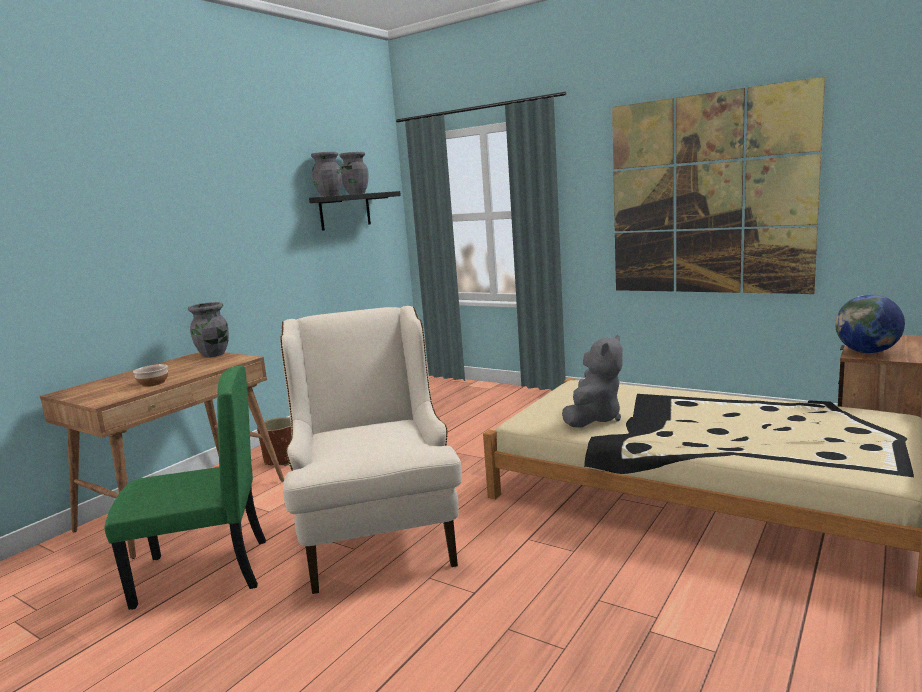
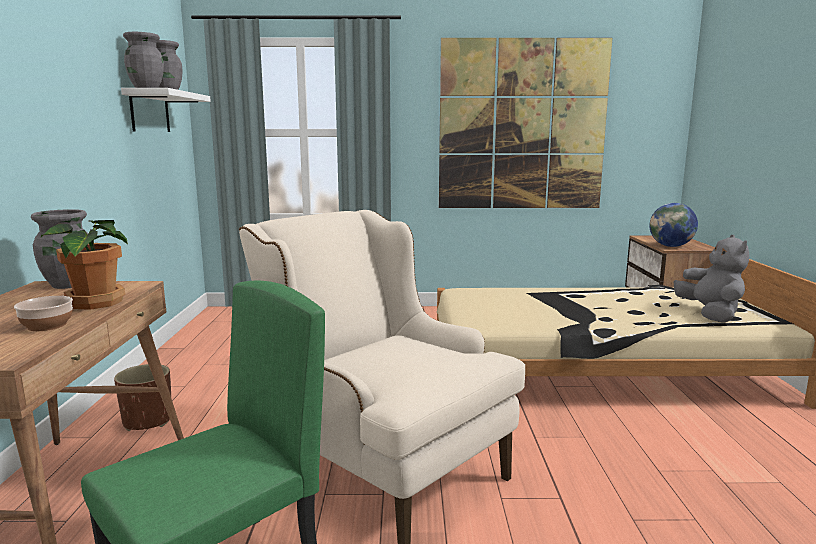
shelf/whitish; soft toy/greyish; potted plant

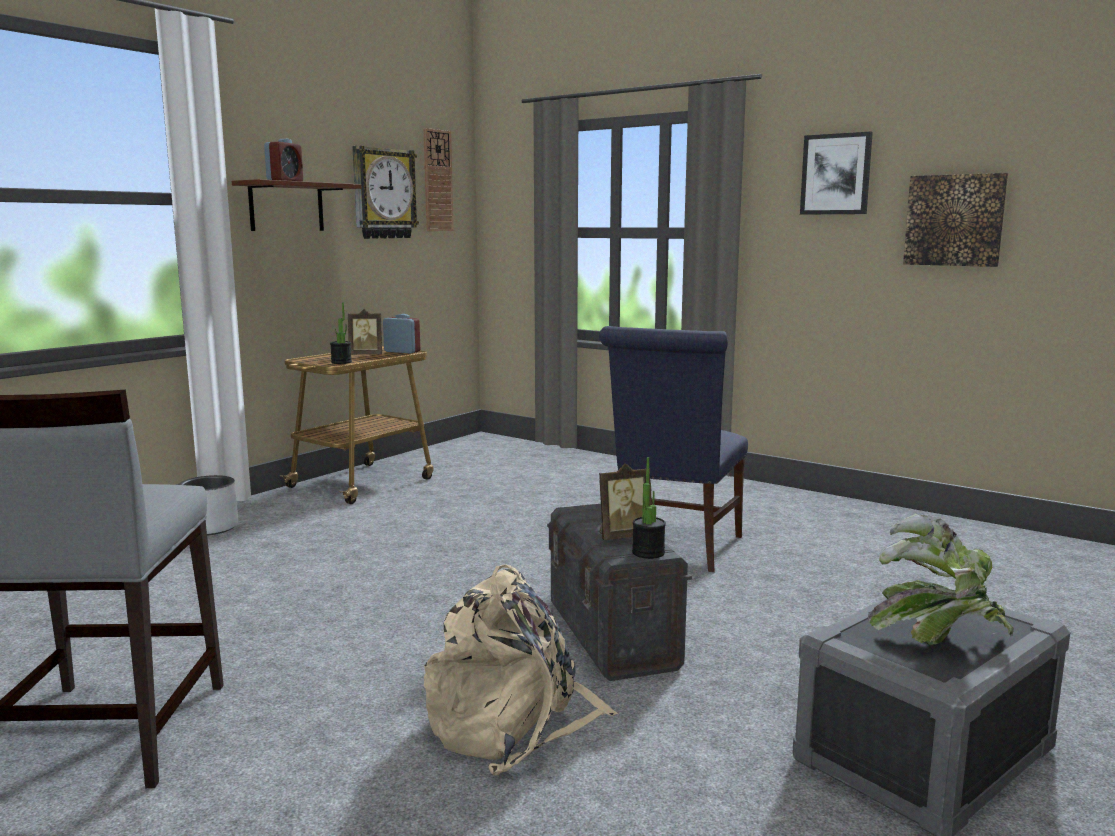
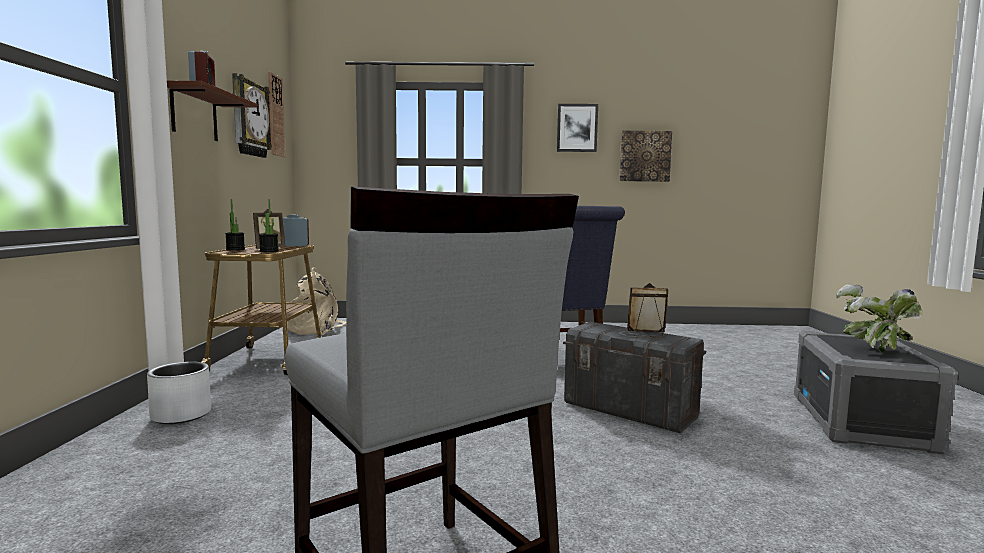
knapsack/beige; picture frame (no. 2 from left); potted plant (no. 1 from left)

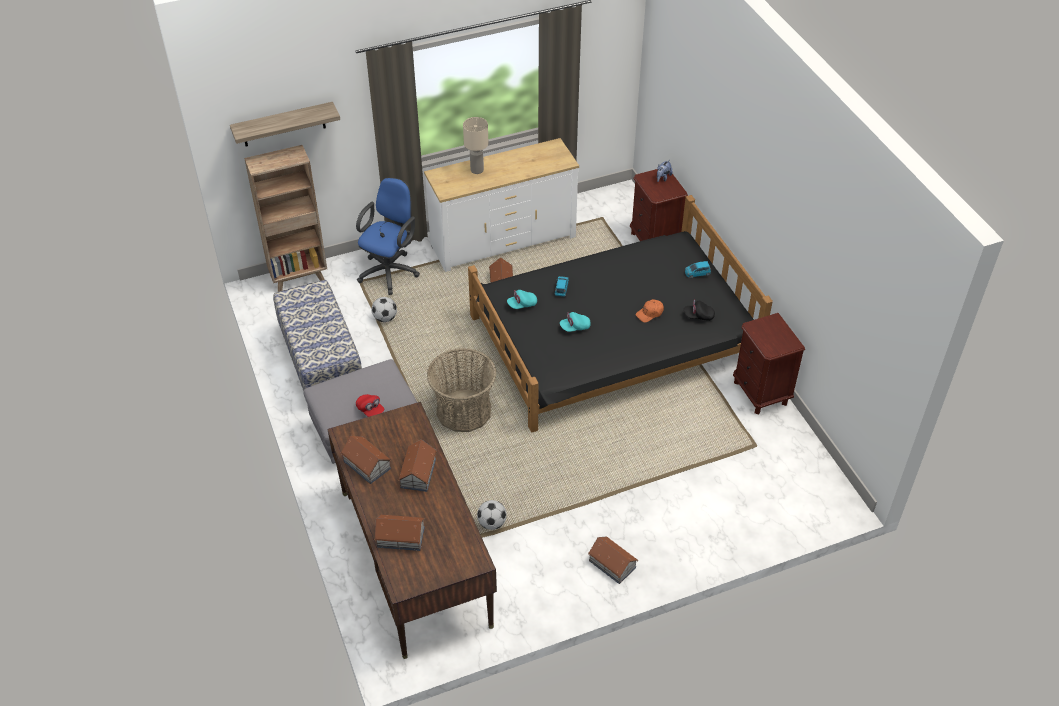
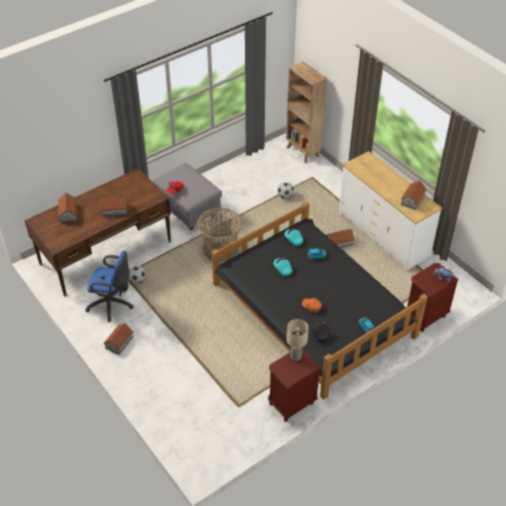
shelf; long seat; toy house (no. 5 from left); office chair/blue; tabletop lamp/beige

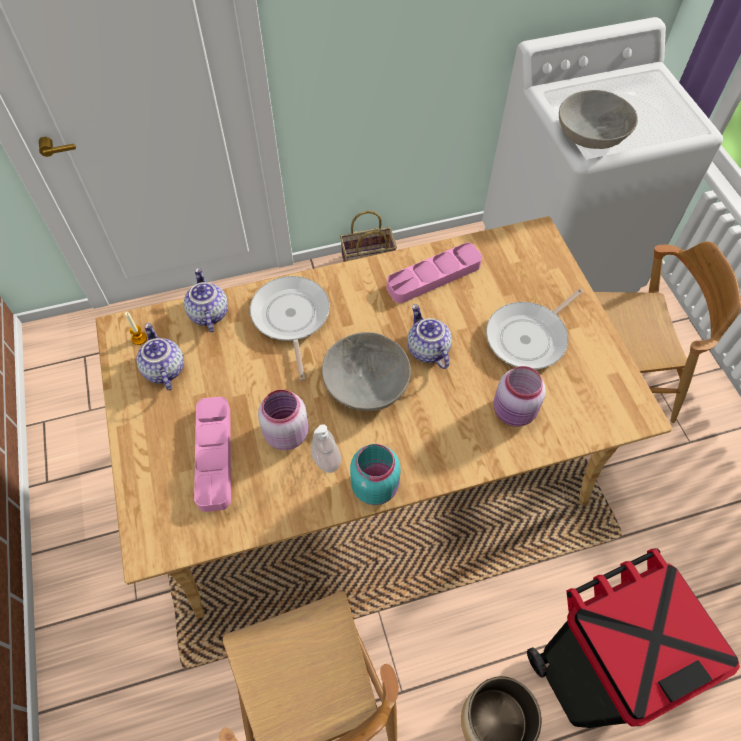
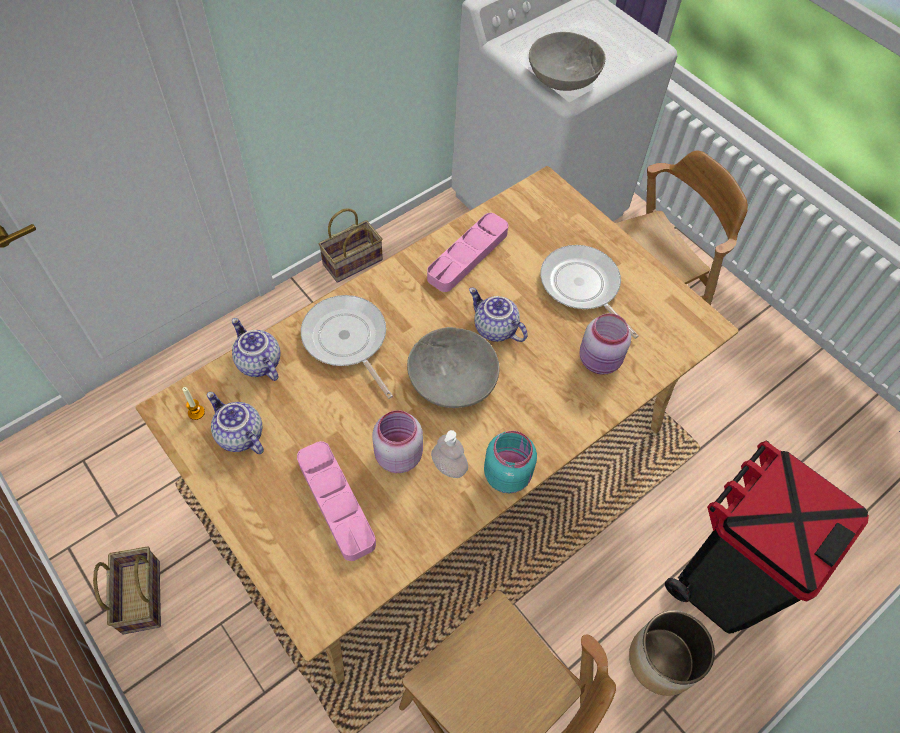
frying pan (no. 2 from left); basket (no. 1 from left)

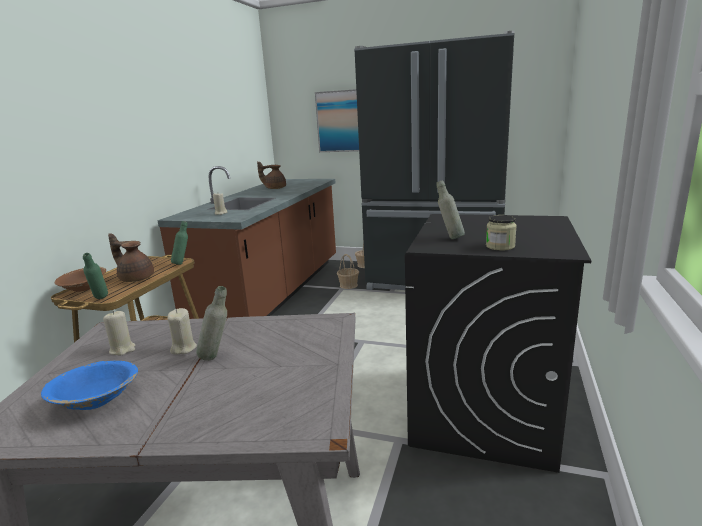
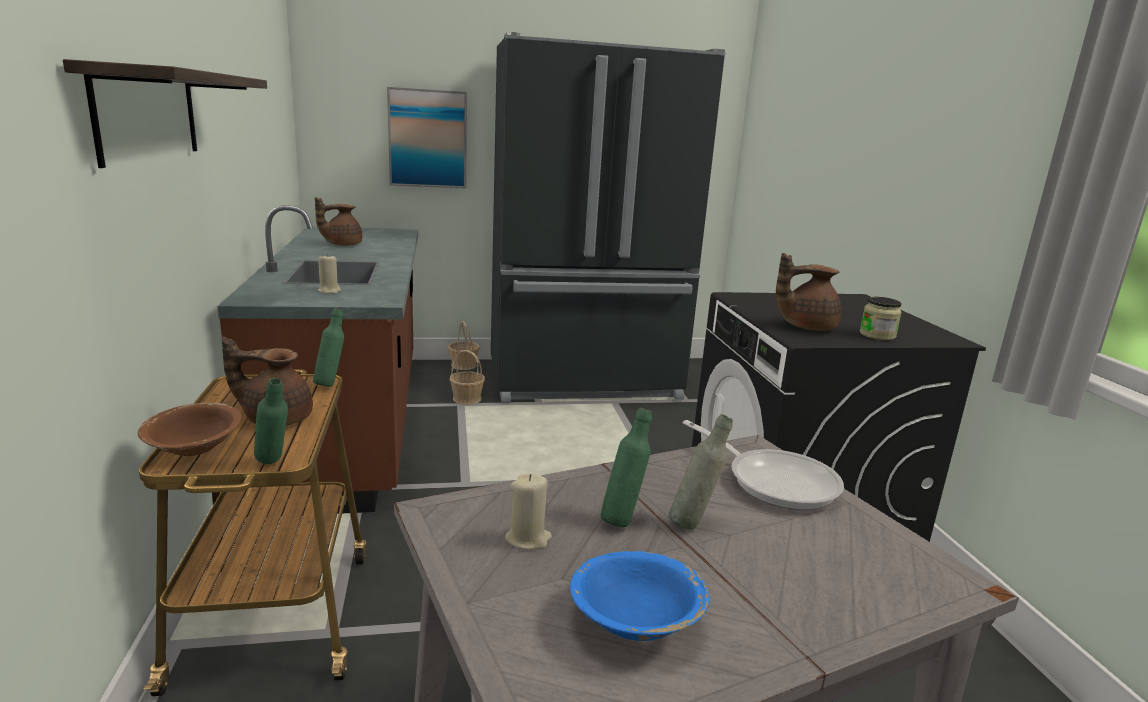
bottle/green (no. 3 from left); teapot/brownish (no. 3 from left); shelf; frying pan

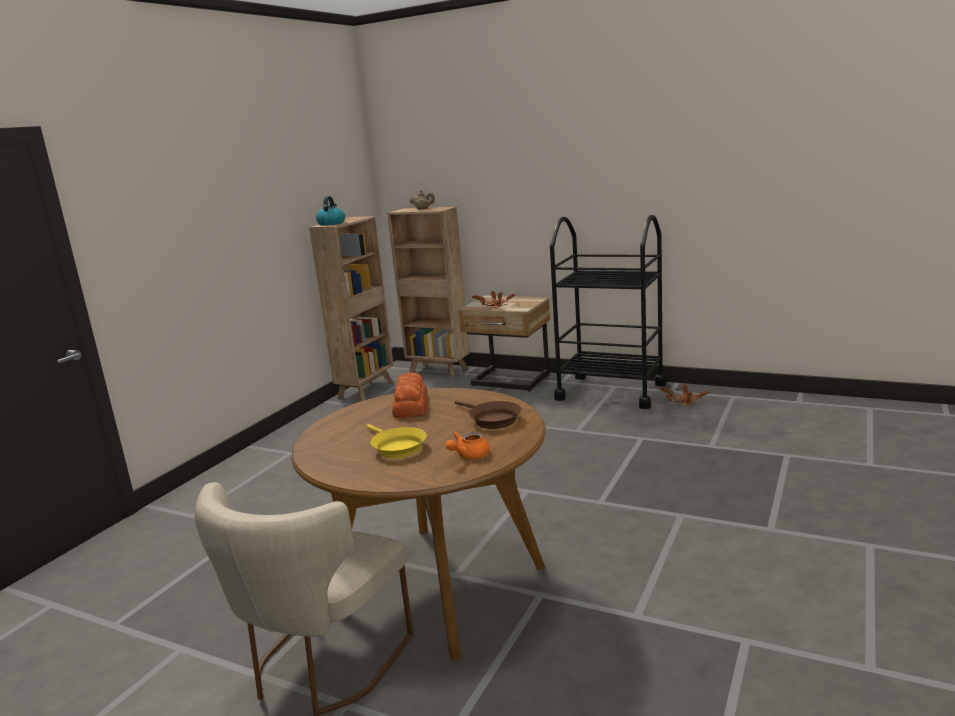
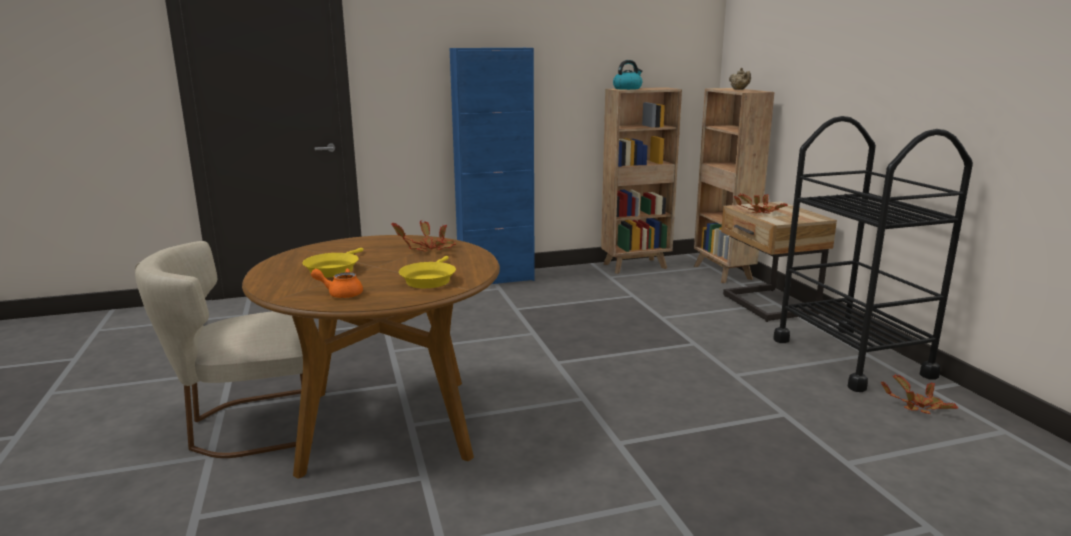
potted plant (no. 1 from left); frying pan/yellowish (no. 2 from left); cupboard/blue

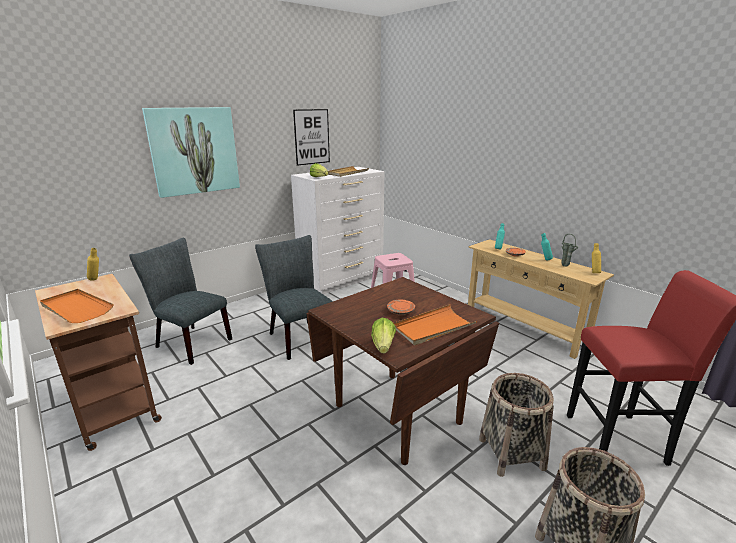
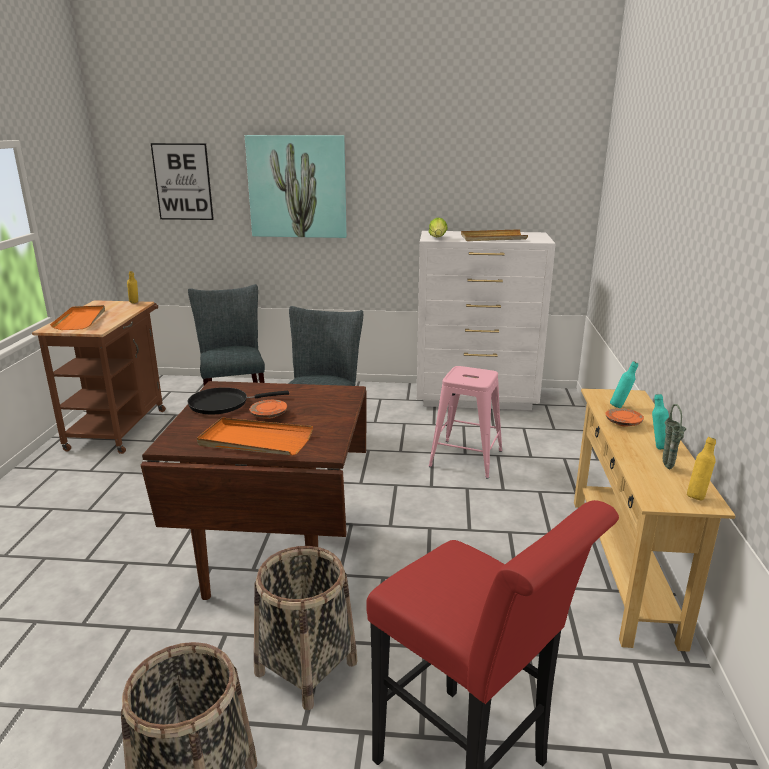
picture (no. 1 from left); lettuce head (no. 2 from left in the first image); frying pan/black

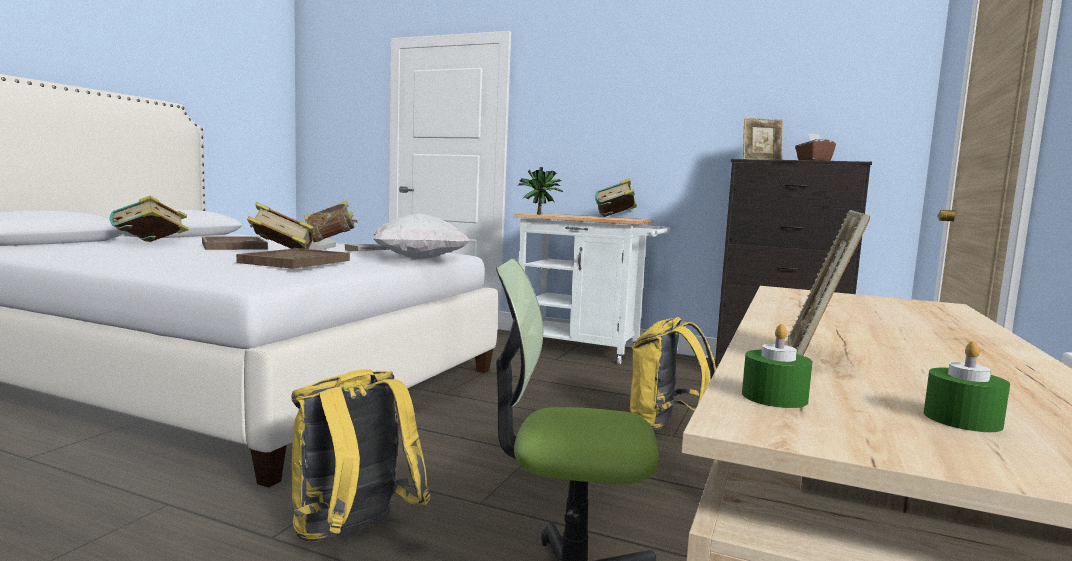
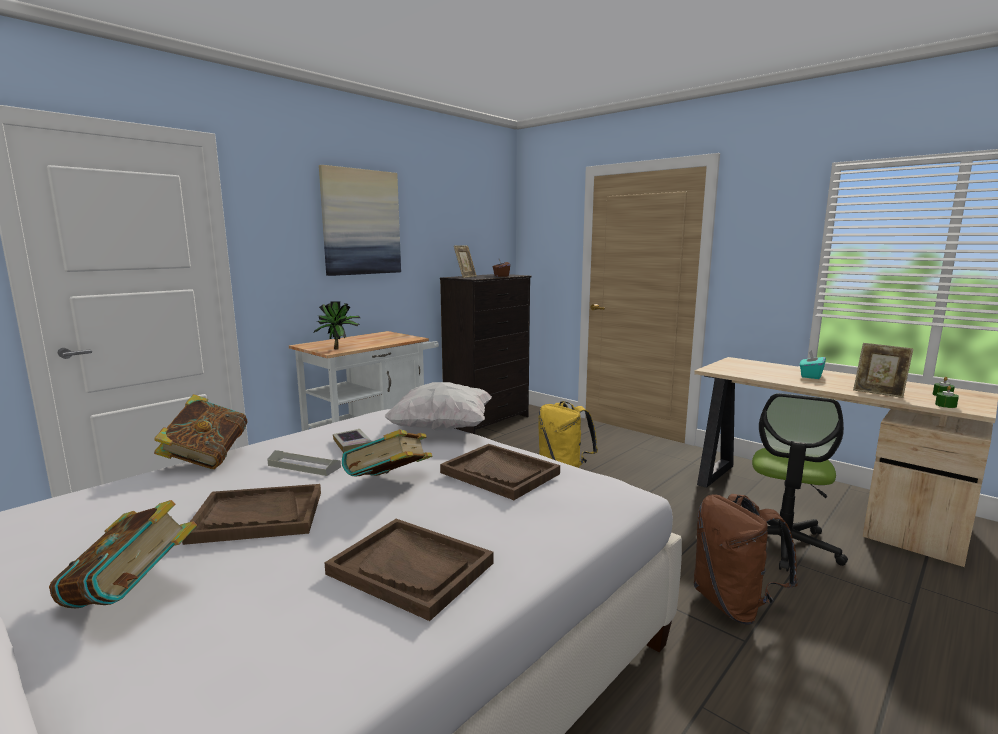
knapsack/brownish; bound book (no. 5 from left in the first image); picture; serving tray/brownish (no. 2 from left); box of tissues/turquoise-coloured

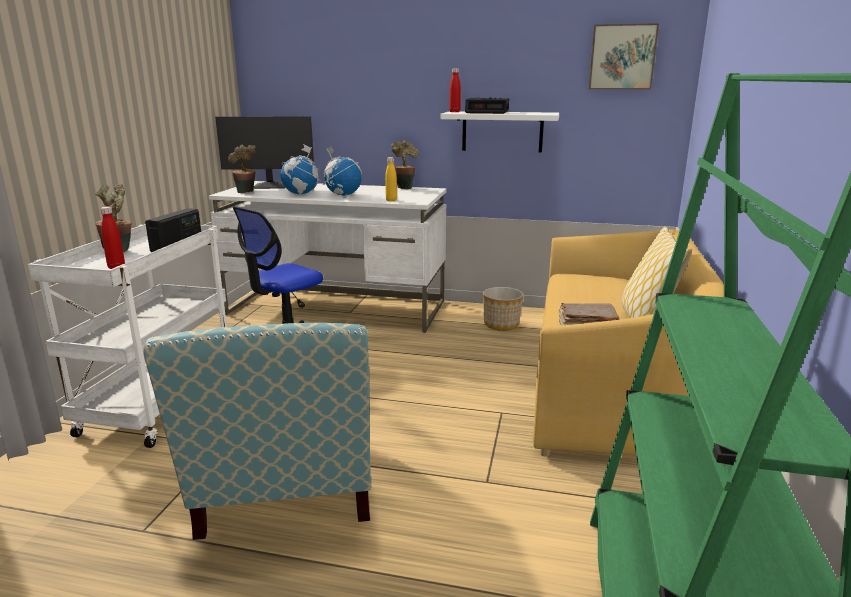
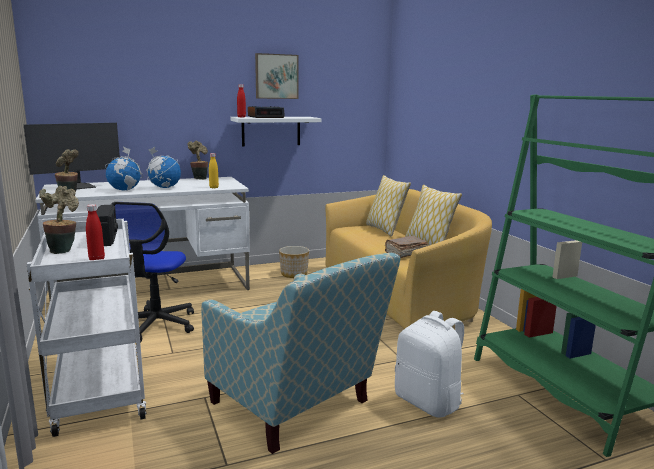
picture; cushion (no. 1 from left); knapsack/whitish

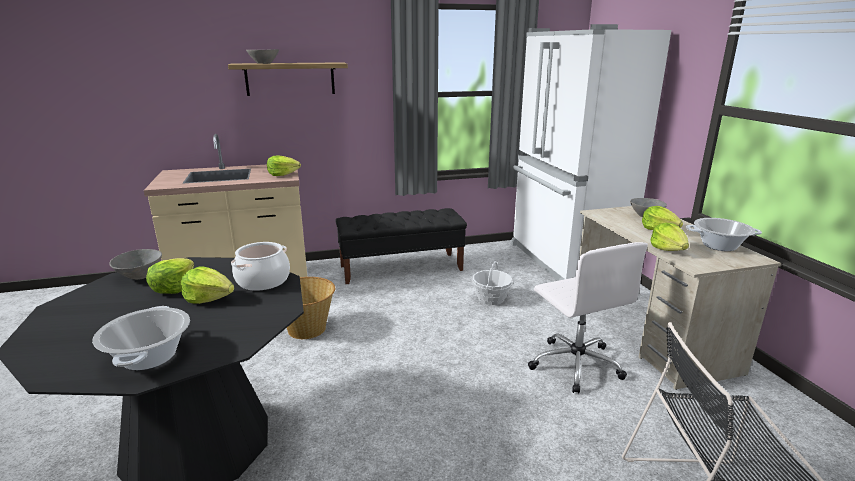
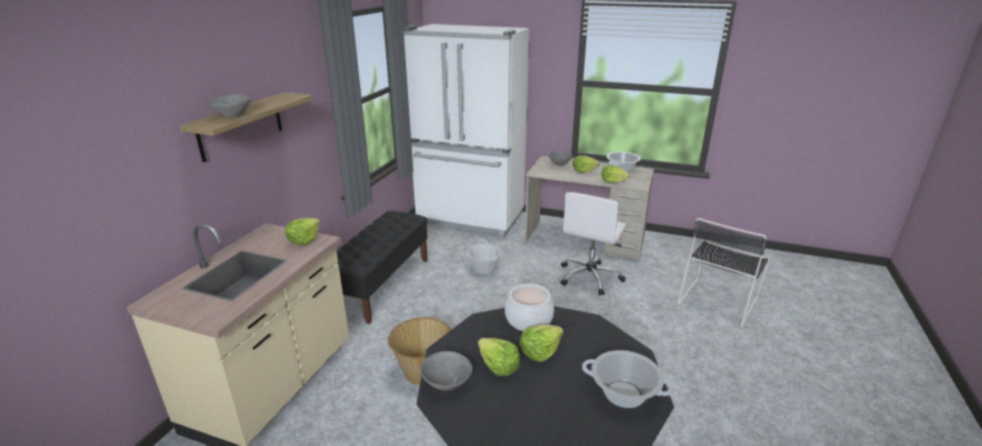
office chair/whitish

